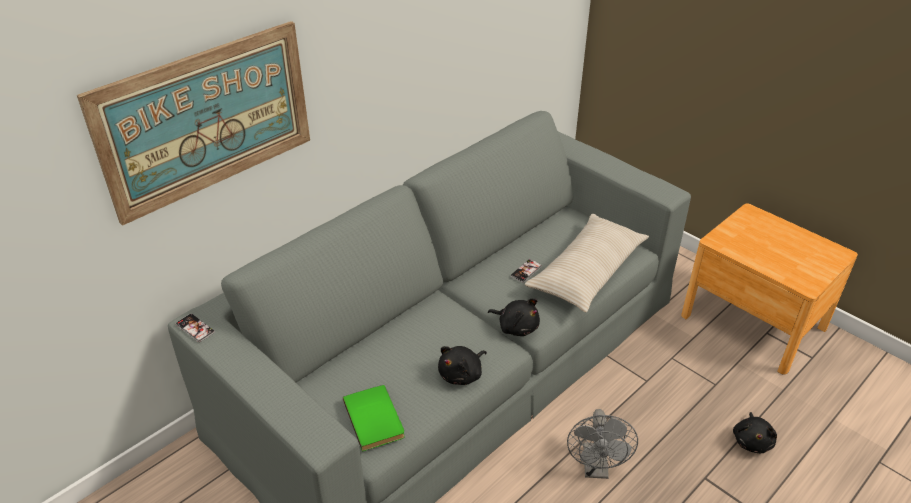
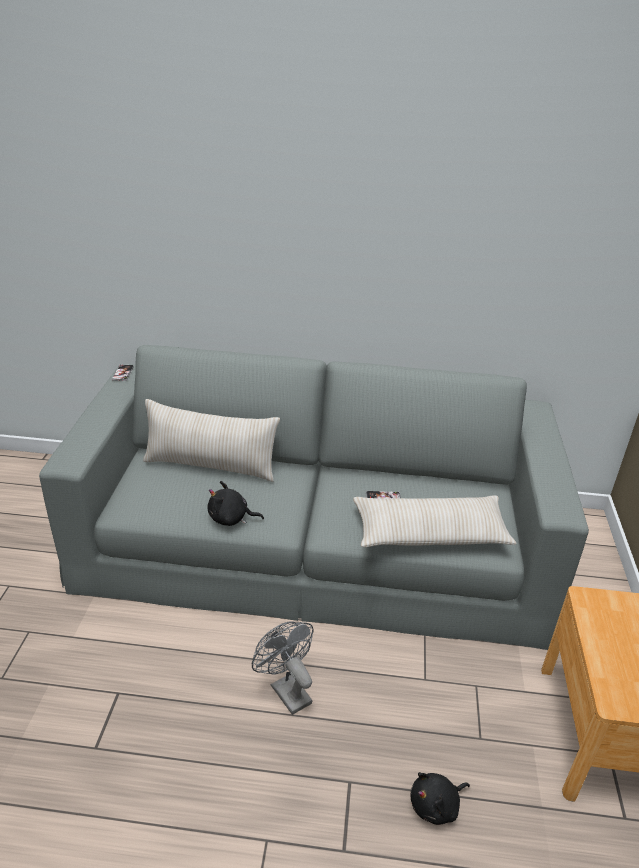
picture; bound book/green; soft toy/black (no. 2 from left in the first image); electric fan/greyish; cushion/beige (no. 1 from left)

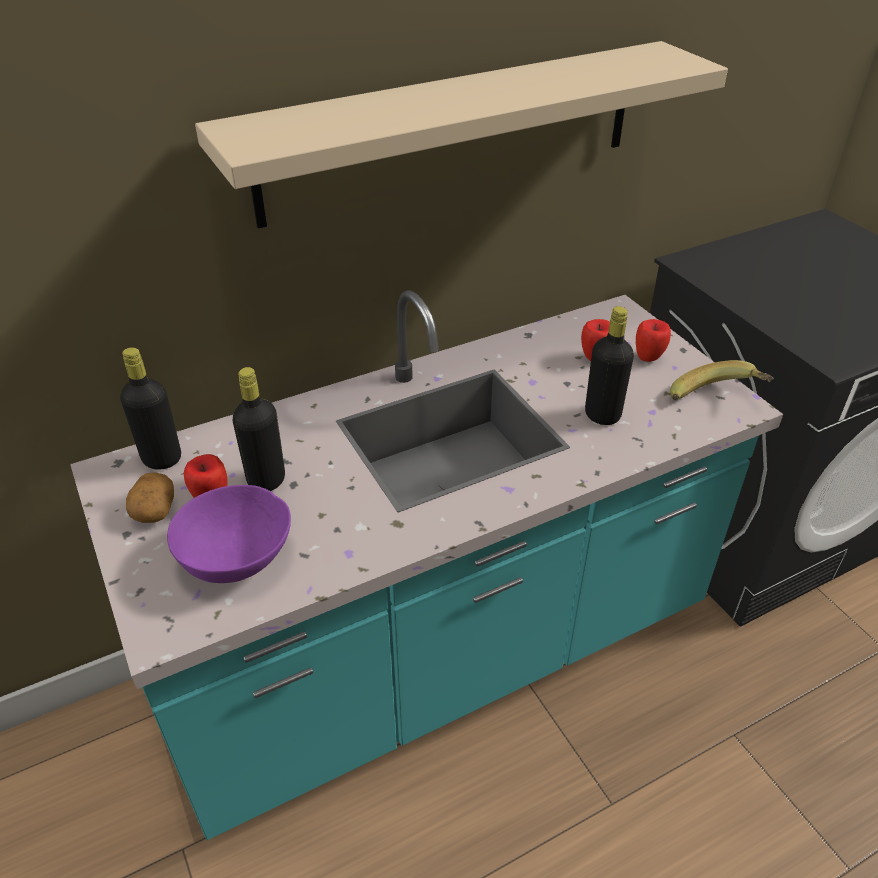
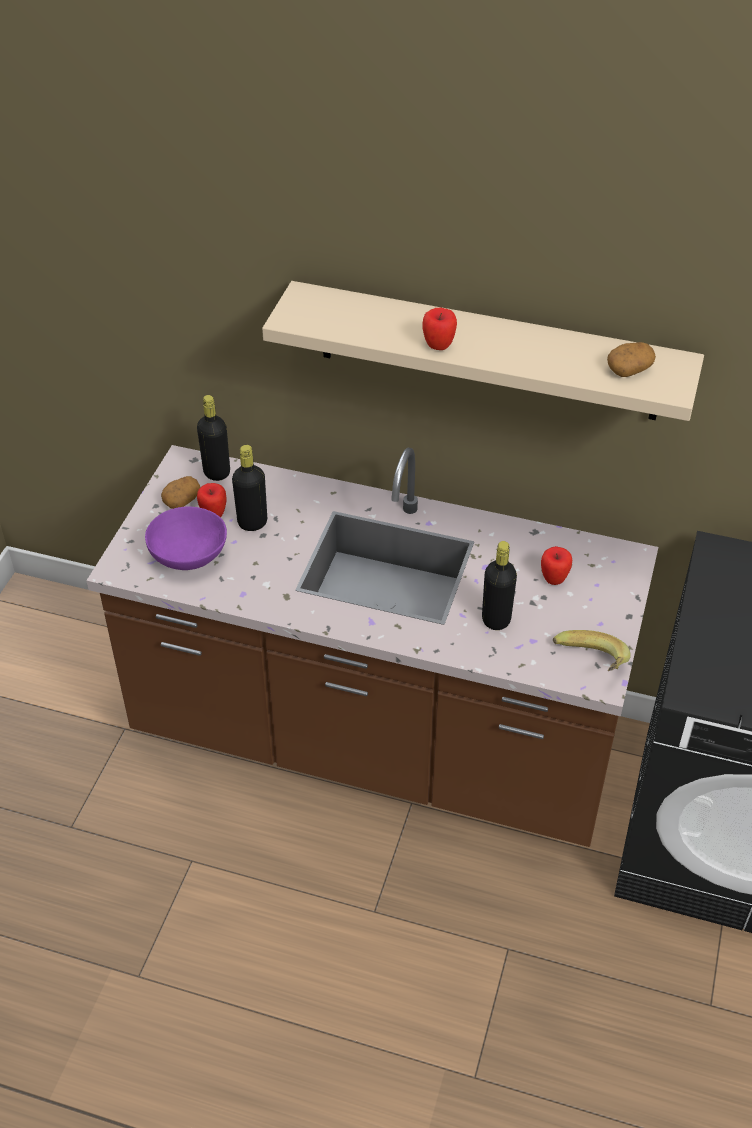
kitchen base unit/brownish; apple fruit (no. 2 from left); spud (no. 2 from left)

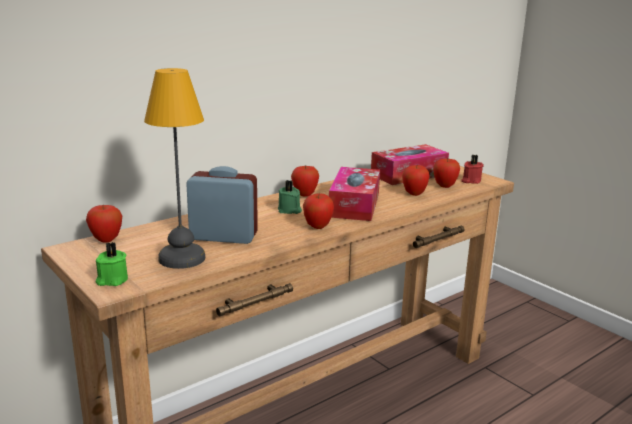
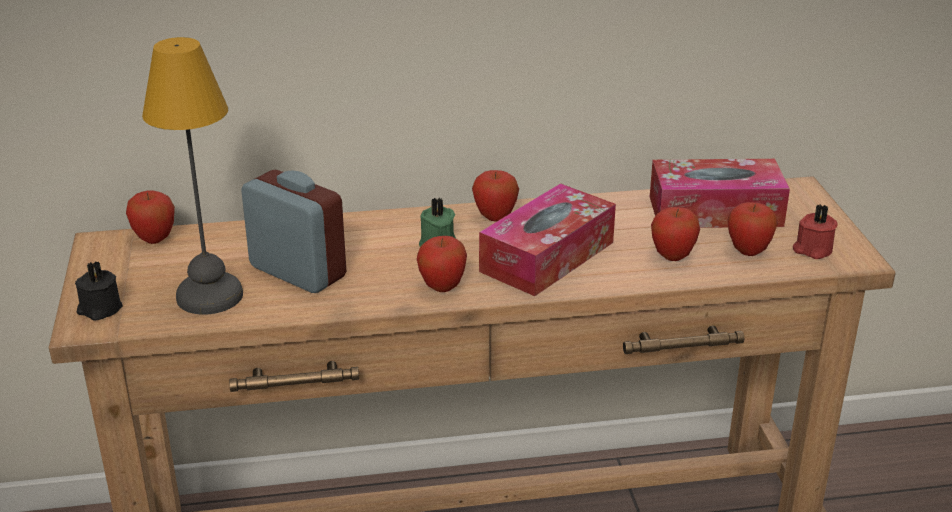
candle/black

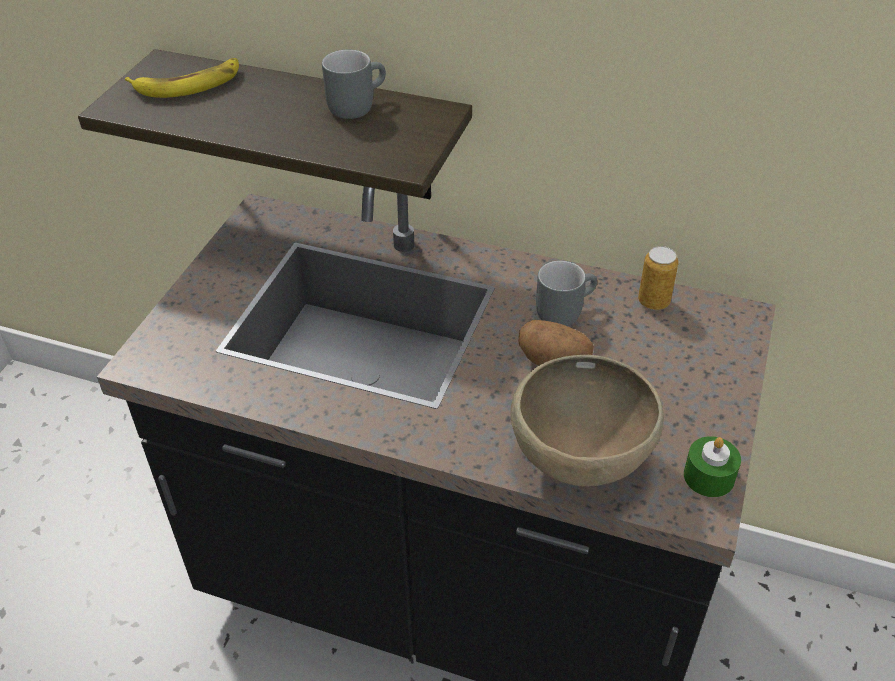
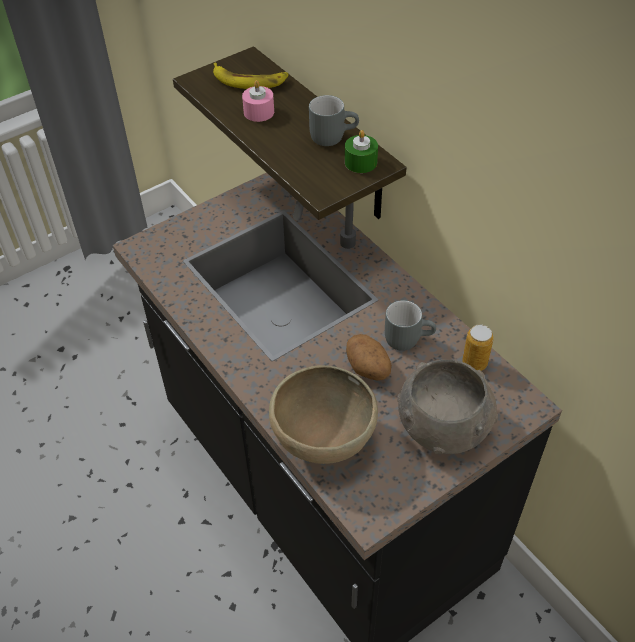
candle/green; candle/pink; bowl/greyish

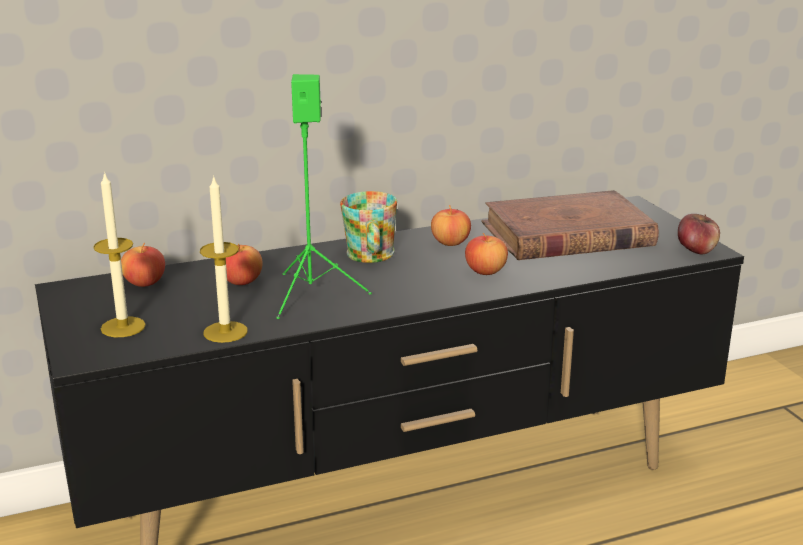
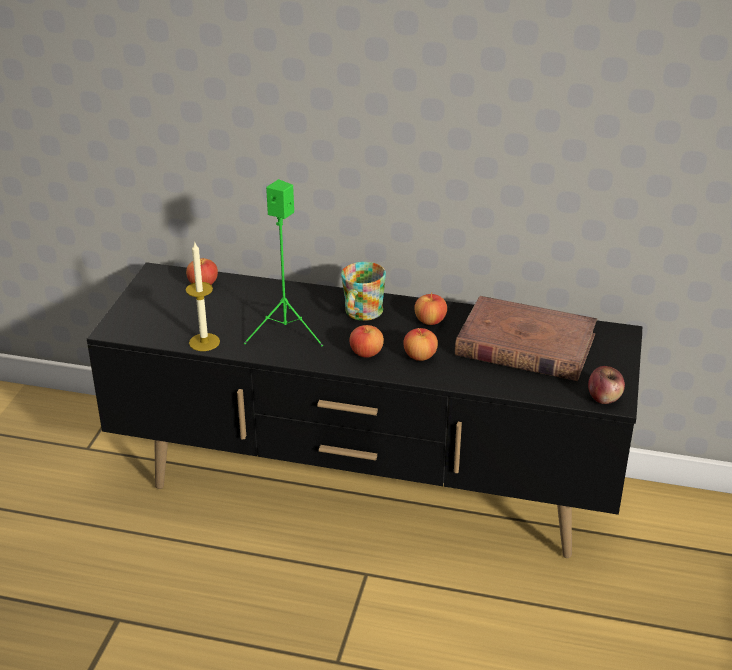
candle (no. 1 from left in the first image); apple fruit (no. 2 from left)

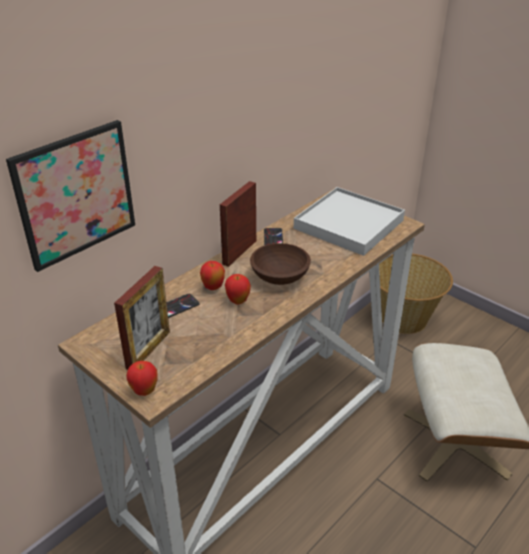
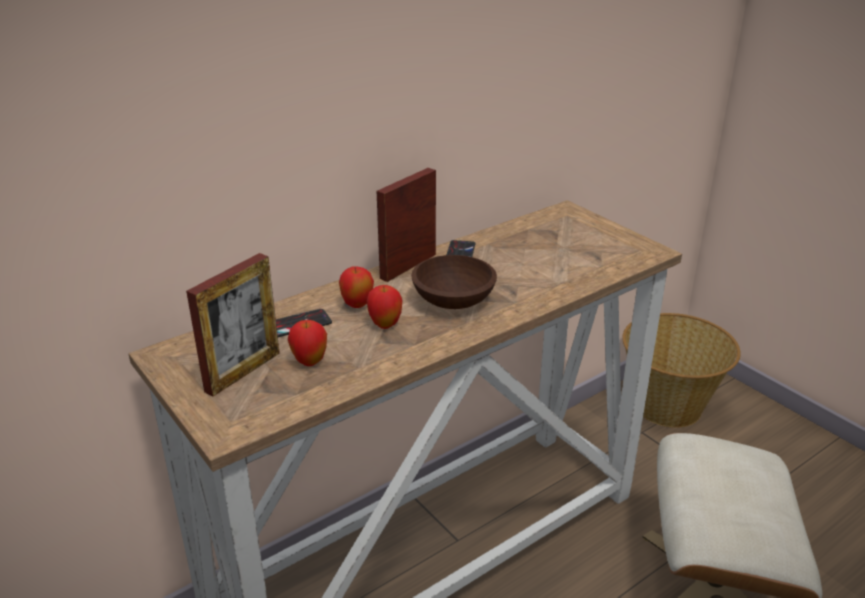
picture; apple fruit (no. 1 from left); serving tray/whitish

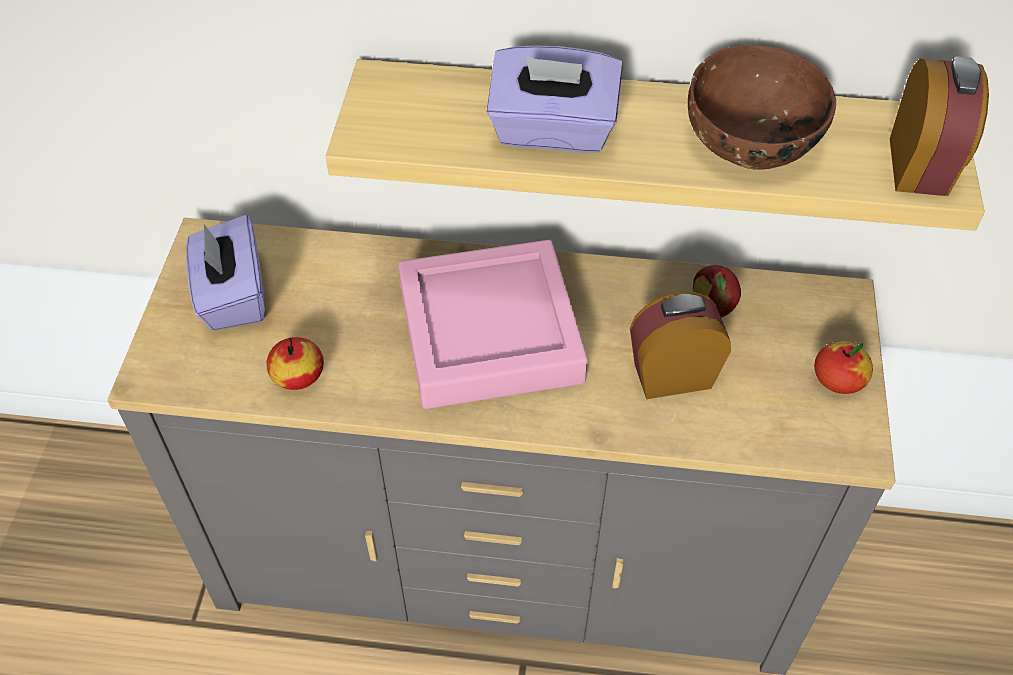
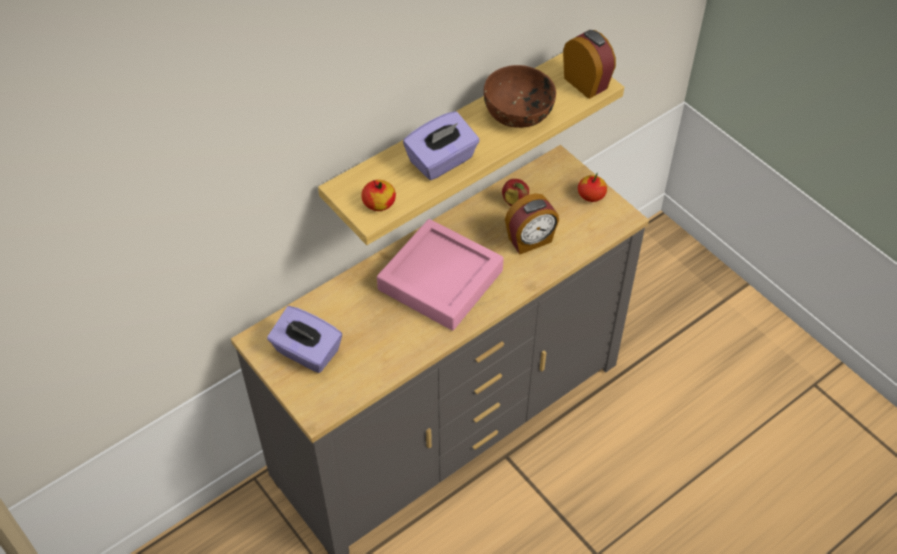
apple fruit (no. 1 from left); table clock (no. 1 from left)

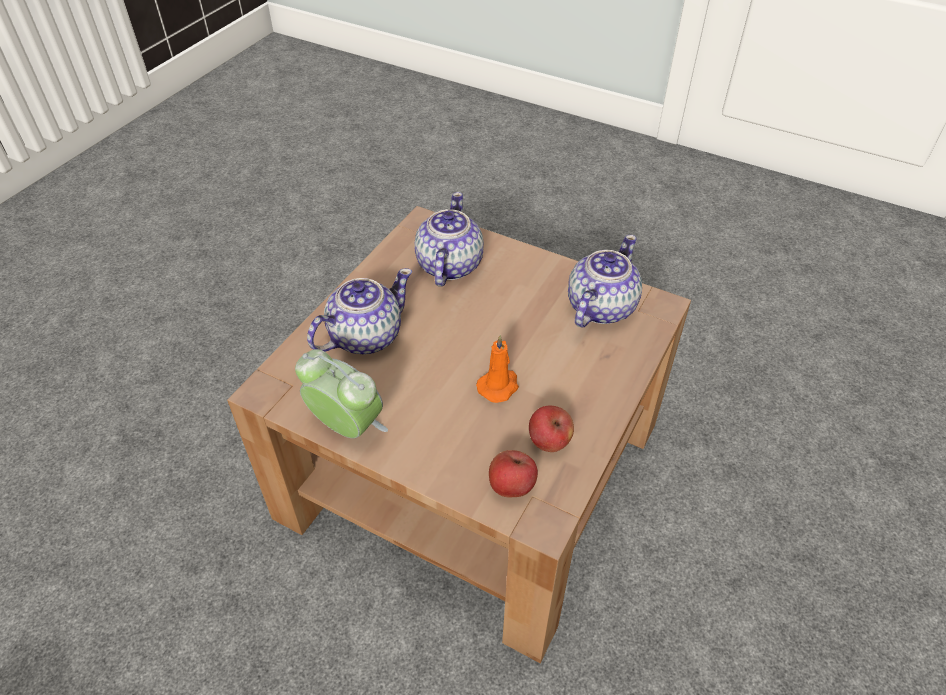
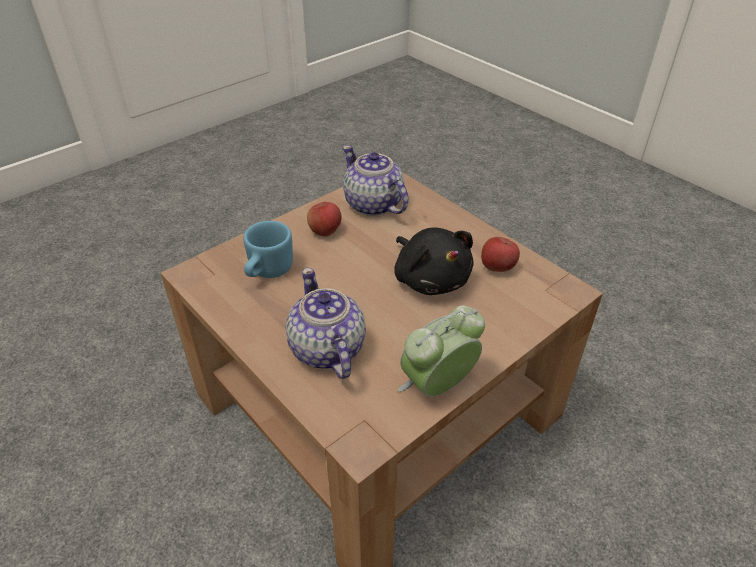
coffee mug/blue; soft toy/black; apple fruit (no. 1 from left)

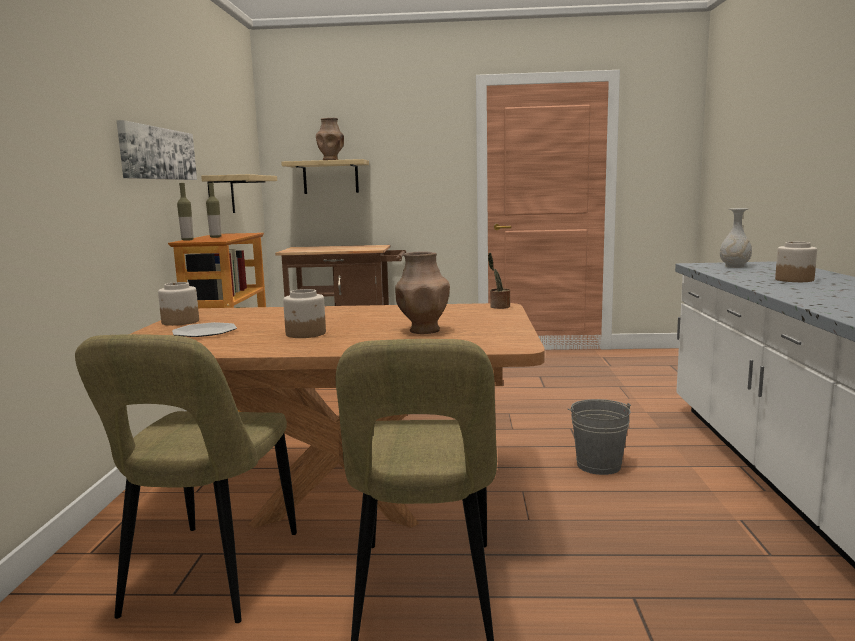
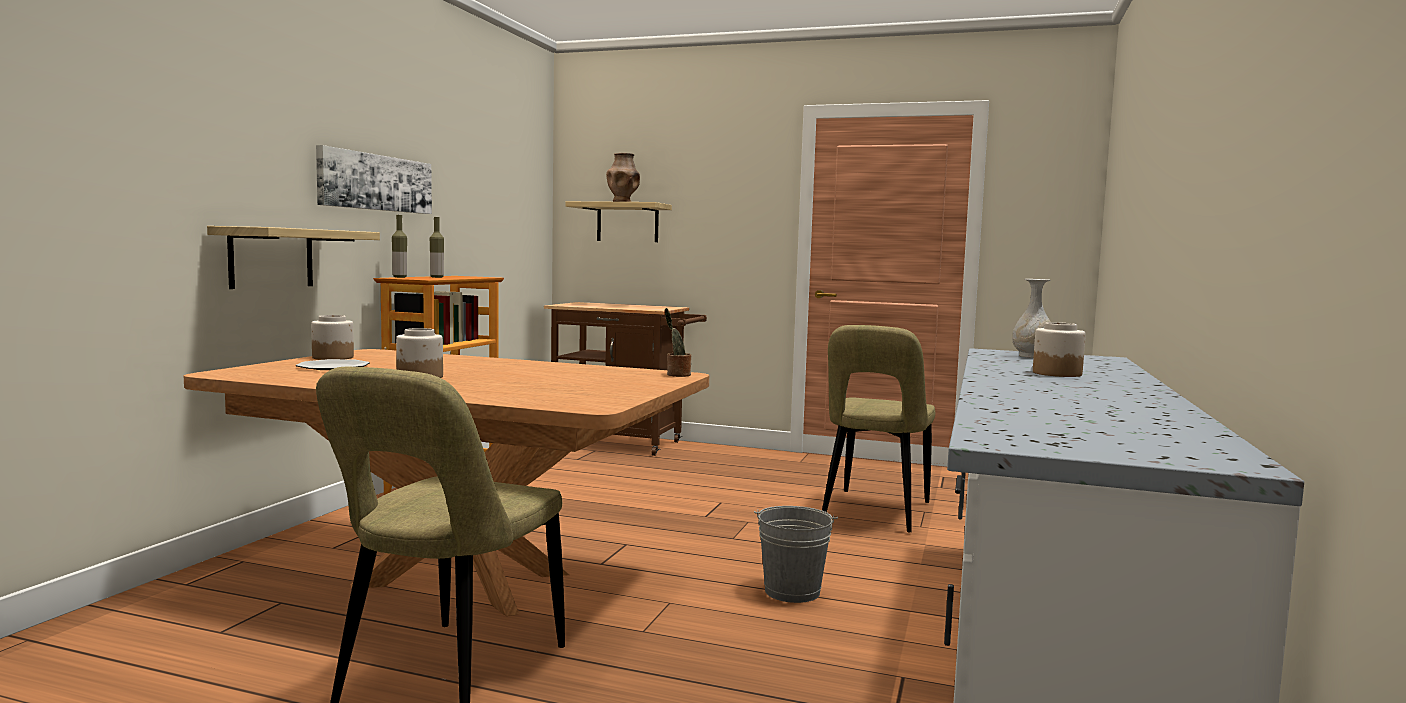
plain chair/beige (no. 2 from left); shelf (no. 1 from left); vase/brownish (no. 2 from left in the first image)

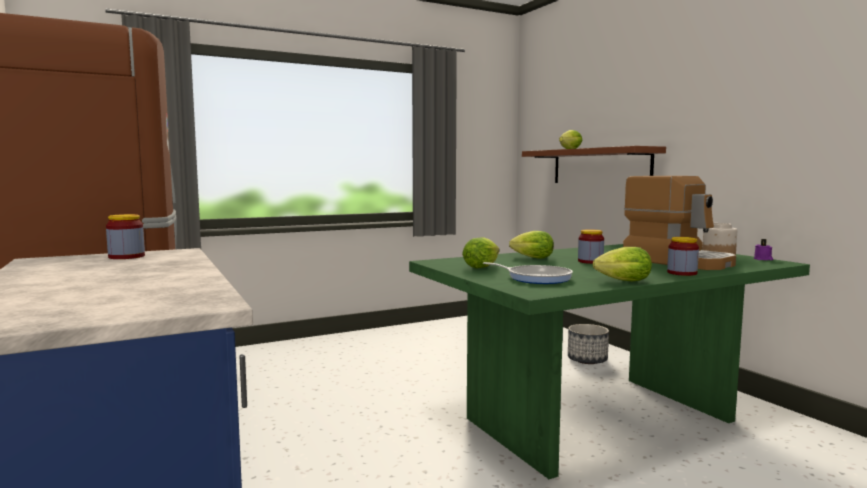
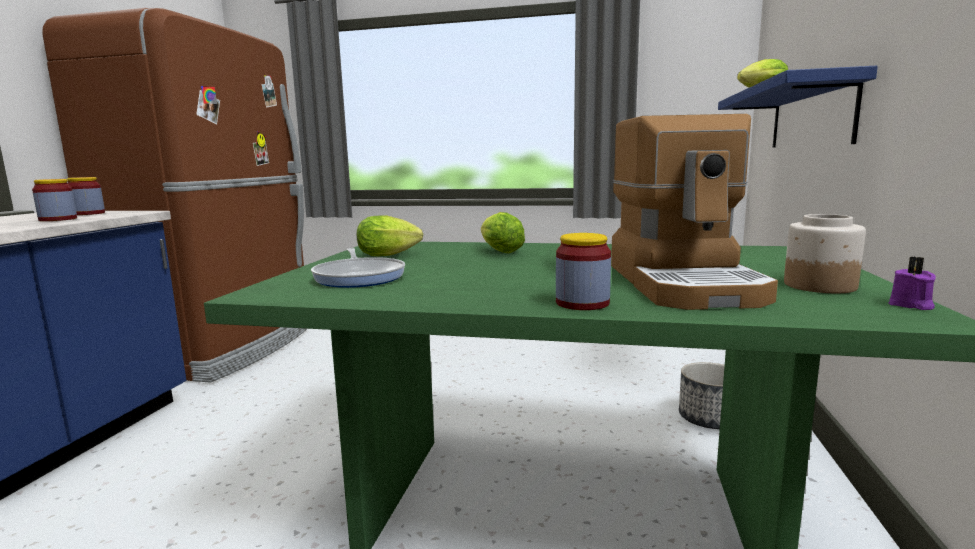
shelf/blue; preserve jar (no. 1 from left); lettuce head (no. 4 from left in the first image)

